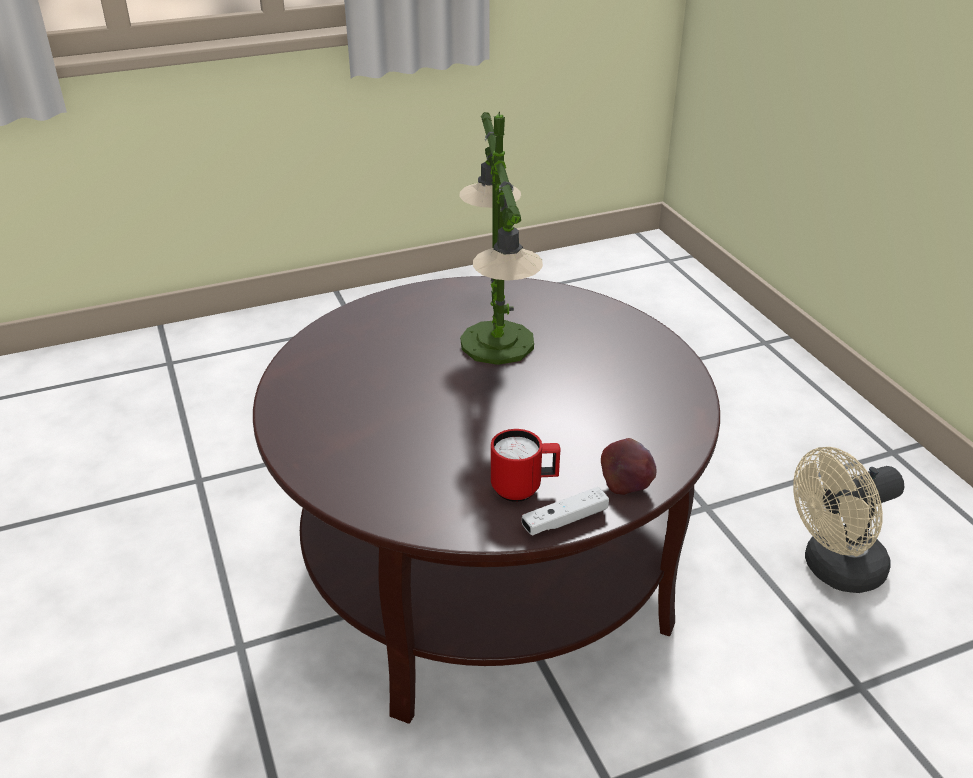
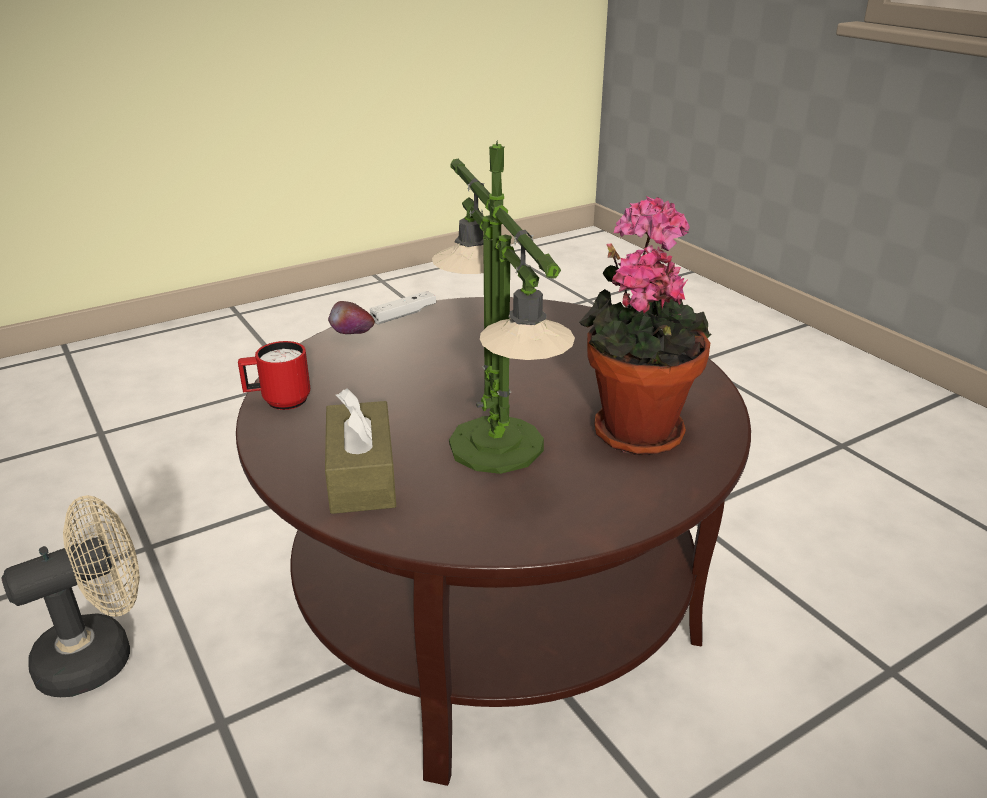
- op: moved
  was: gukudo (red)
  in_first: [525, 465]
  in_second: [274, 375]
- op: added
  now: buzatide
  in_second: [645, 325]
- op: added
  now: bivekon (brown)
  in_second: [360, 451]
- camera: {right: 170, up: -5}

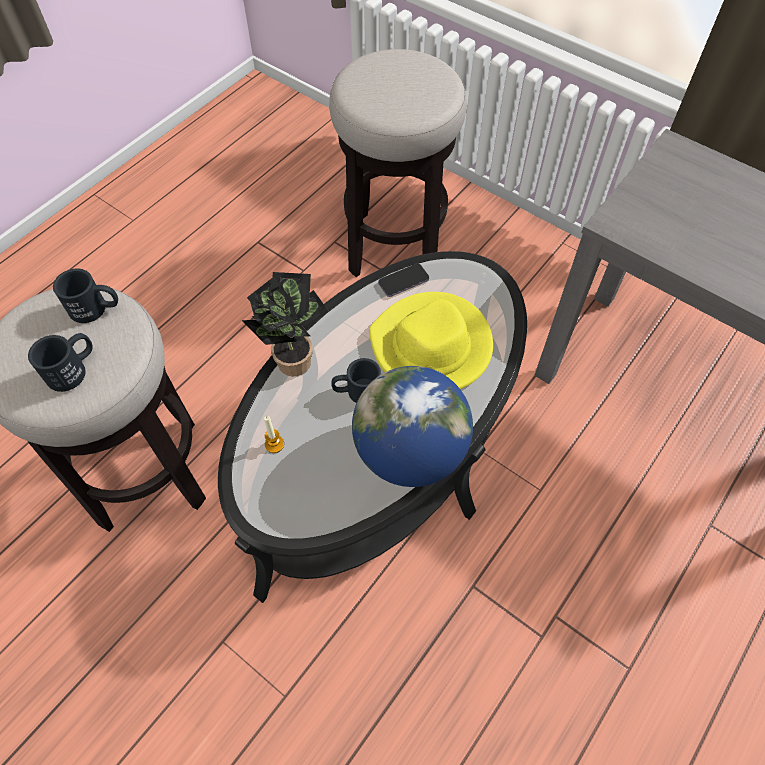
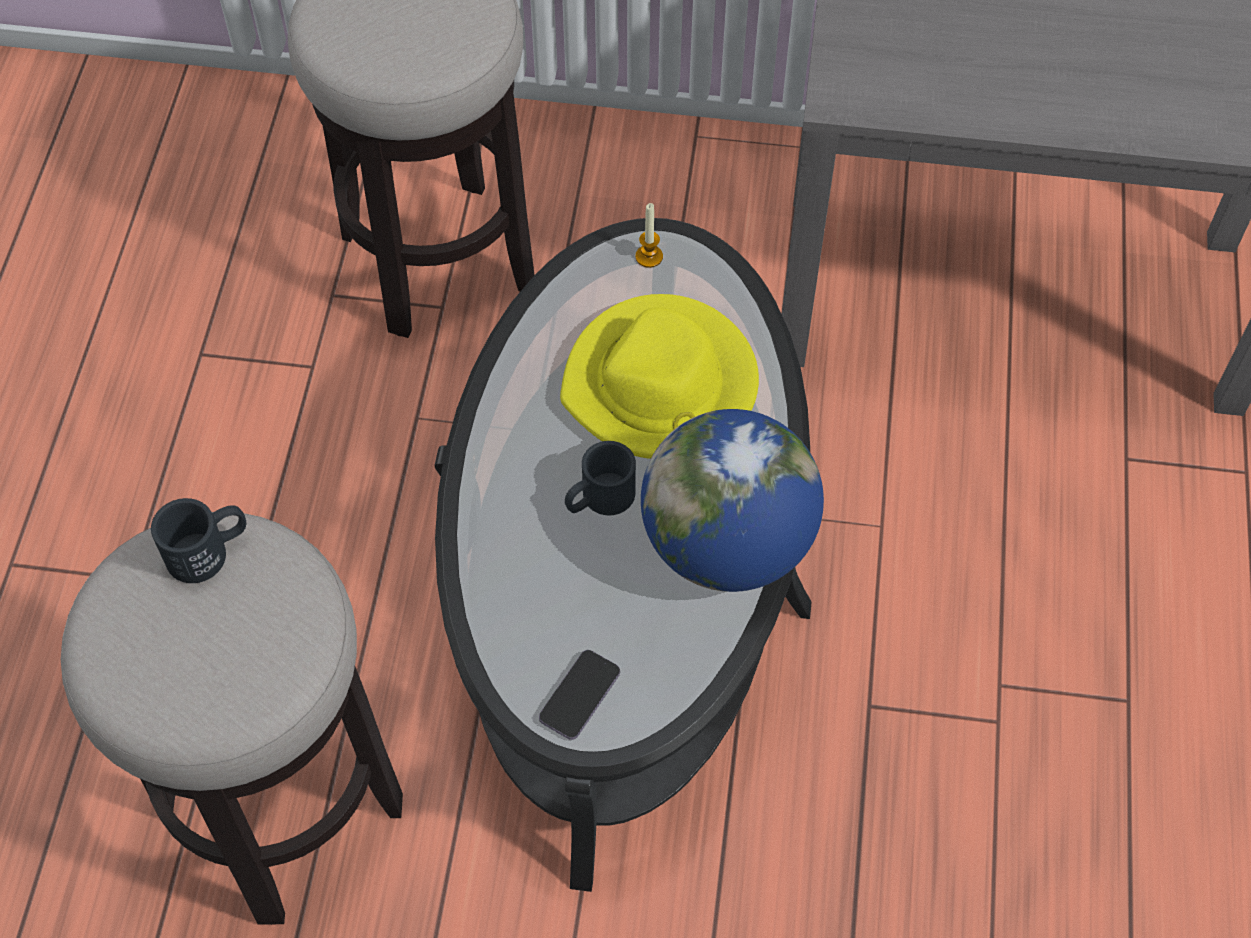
- op: moved
  was: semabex
  in_first: [403, 280]
  in_second: [579, 695]
- op: removed
  was: buzatide
  in_first: [285, 324]
- op: removed
  was: gukudo (black)
  in_first: [60, 362]
- op: moved
  was: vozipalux
  in_first: [274, 434]
  in_second: [649, 235]
- camera: {right: -30, up: 0}

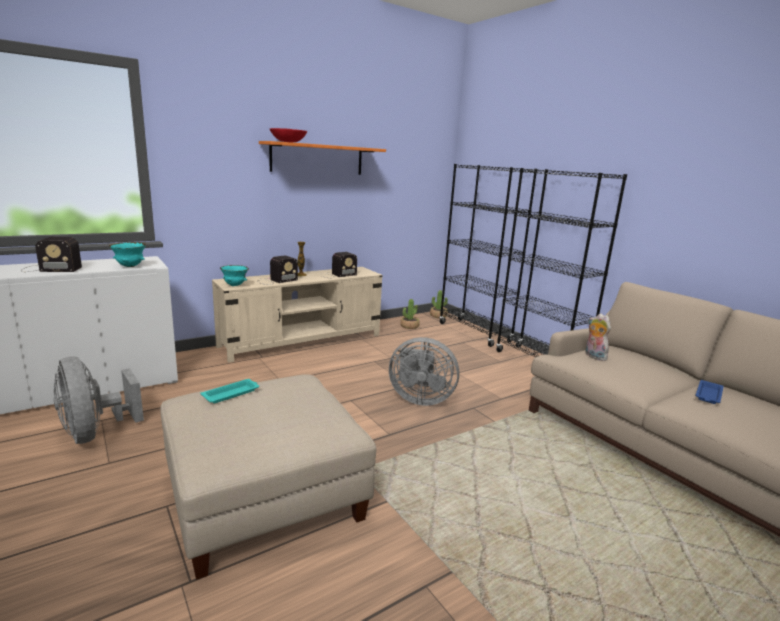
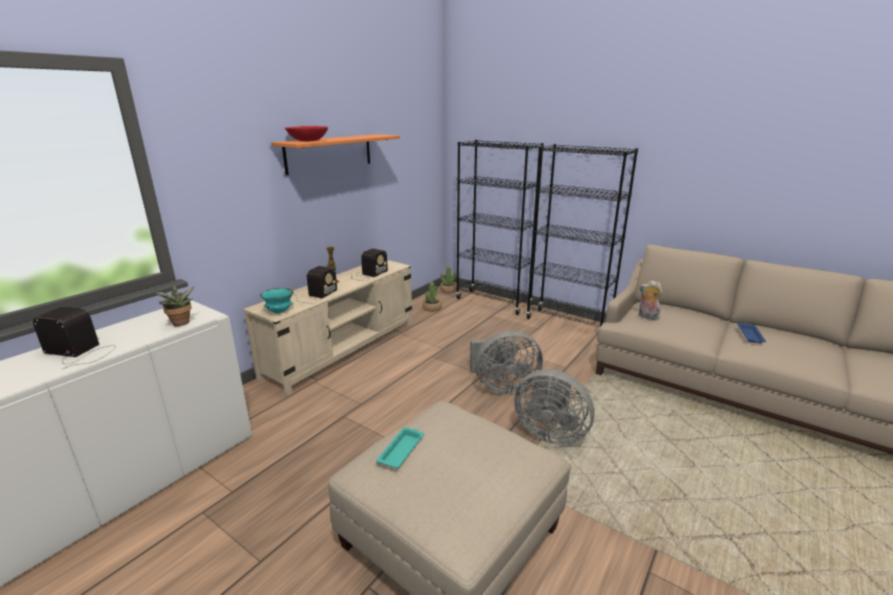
- op: turned
  was: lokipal
  in_first: [51, 254]
  in_second: [74, 338]
  clockwise: -135
- op: replaced
  was: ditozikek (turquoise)
  now: buzatide
  in_first: [127, 254]
  in_second: [174, 305]
- op: moved
  was: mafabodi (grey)
  in_first: [98, 400]
  in_second: [554, 407]
- camera: {right: -20, up: 5}

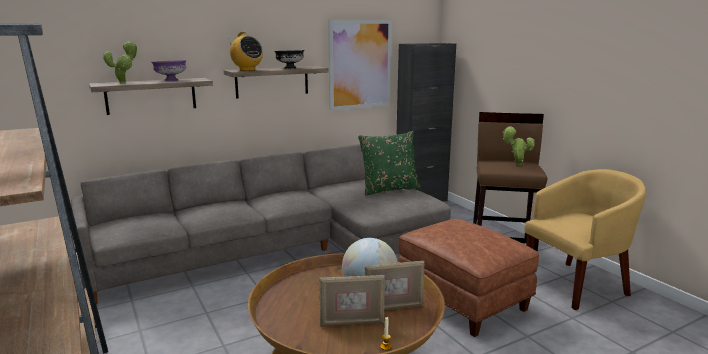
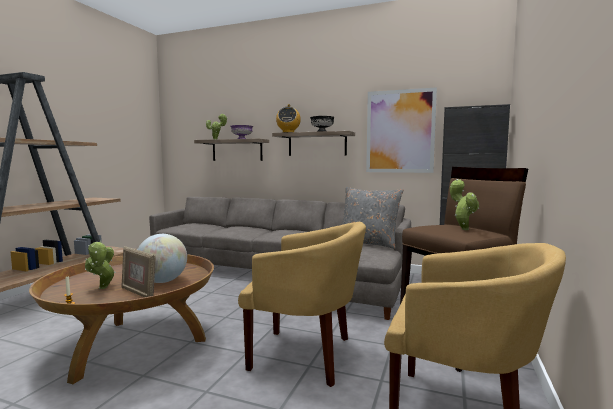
- op: recoloured
  was: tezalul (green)
  now: tezalul (grey)
  in_first: [389, 163]
  in_second: [372, 218]
- op: replaced
  was: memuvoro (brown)
  now: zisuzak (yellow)
  in_first: [468, 278]
  in_second: [302, 304]
- op: replaced
  was: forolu
  now: buzatide
  in_first: [352, 301]
  in_second: [100, 265]
- camera: {right: 50, up: -10}

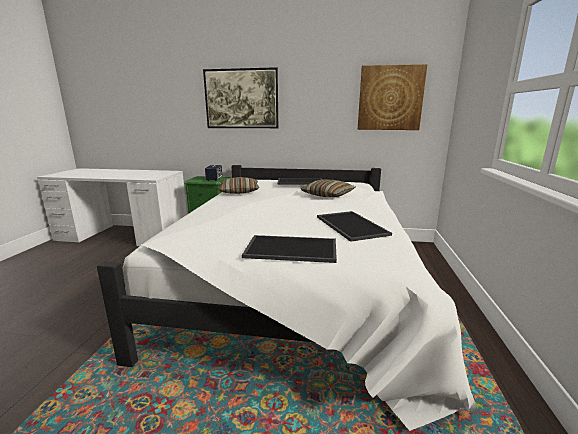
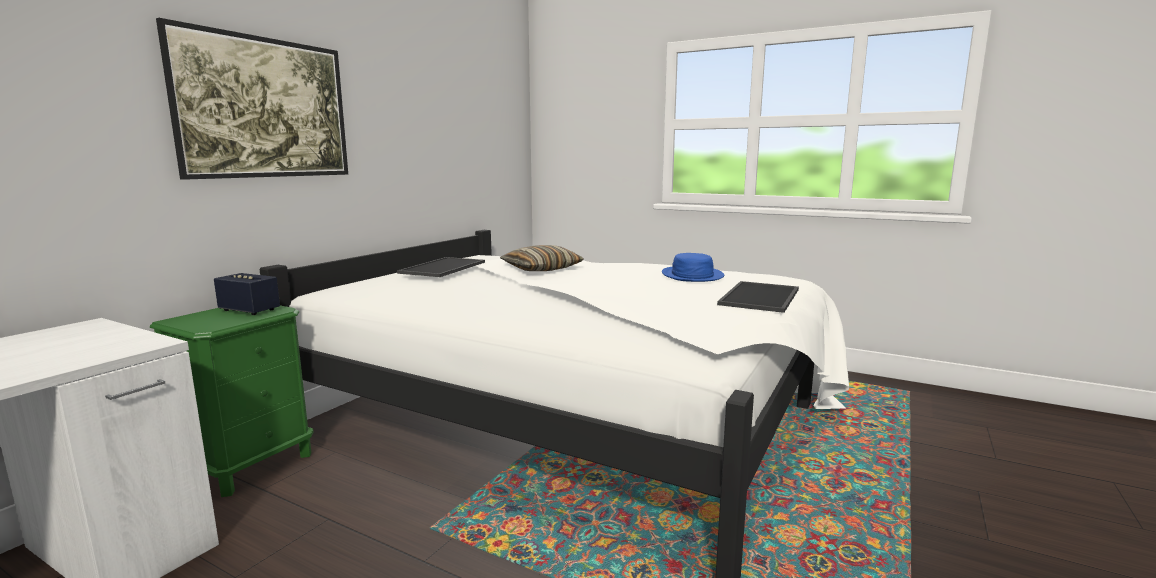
- op: removed
  was: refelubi
  in_first: [393, 97]
- op: removed
  was: tezalul
  in_first: [238, 185]
- op: replaced
  was: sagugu
  now: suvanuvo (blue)
  in_first: [354, 226]
  in_second: [693, 267]
- camera: {right: -70, up: -5}

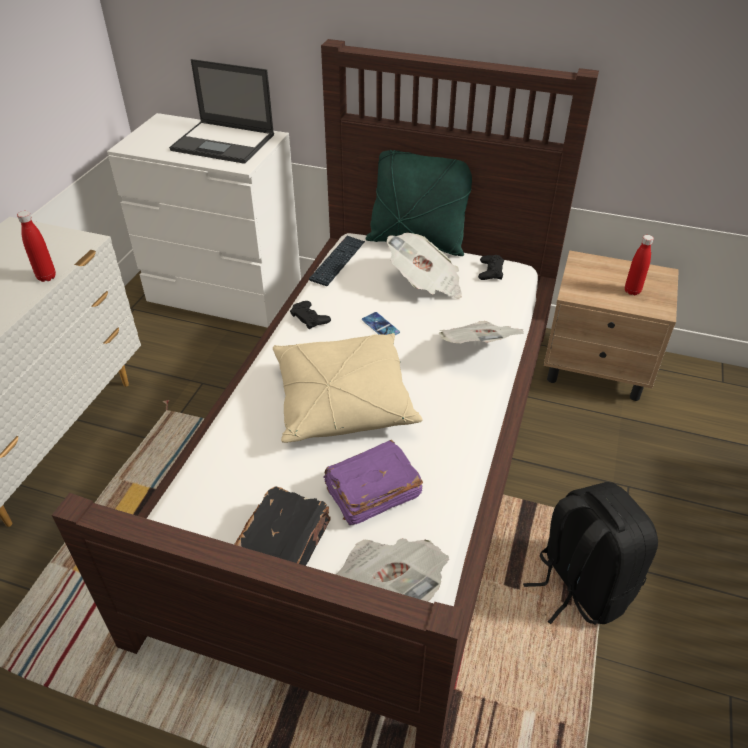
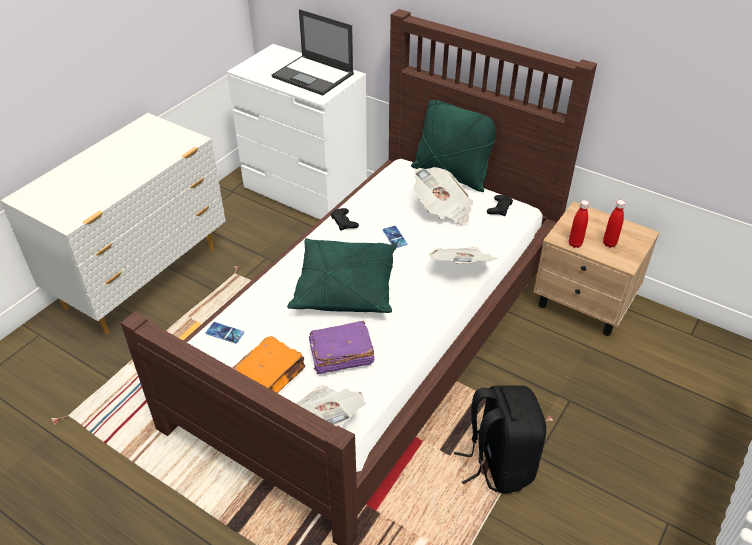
- op: moved
  was: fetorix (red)
  in_first: [36, 246]
  in_second: [579, 224]
- op: removed
  was: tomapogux
  in_first: [337, 260]
- op: recoloured
  was: tezalul (beige)
  now: tezalul (green)
  in_first: [347, 388]
  in_second: [342, 275]
- op: recoloured
  was: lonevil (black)
  now: lonevil (orange)
  in_first: [282, 526]
  in_second: [269, 364]
- op: added
  now: semabex
  in_second: [225, 333]
- camera: {right: 15, up: 0}

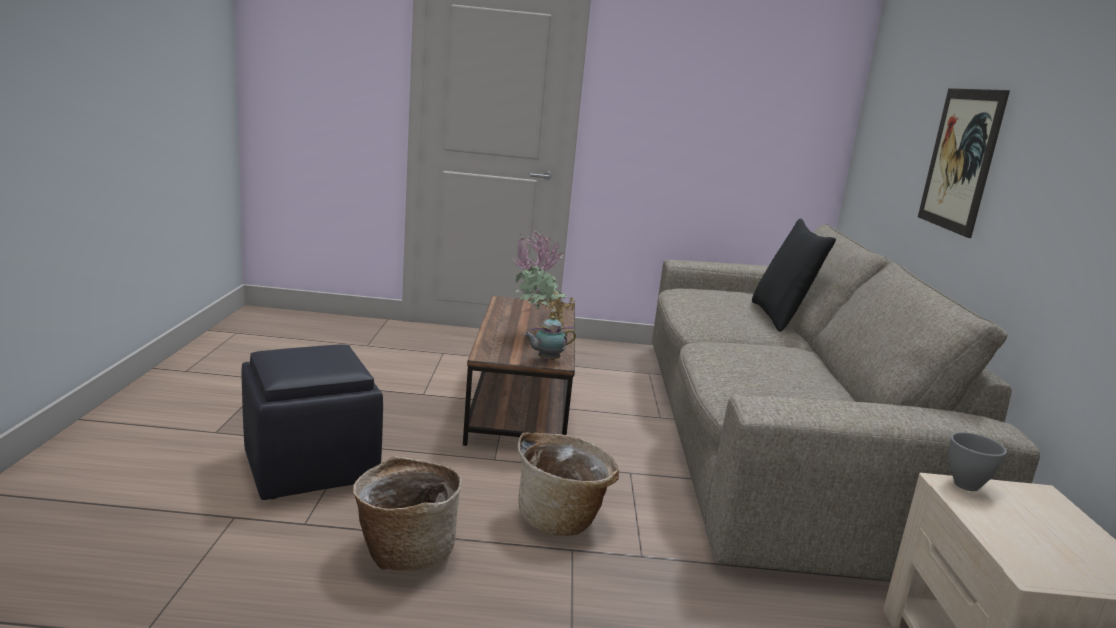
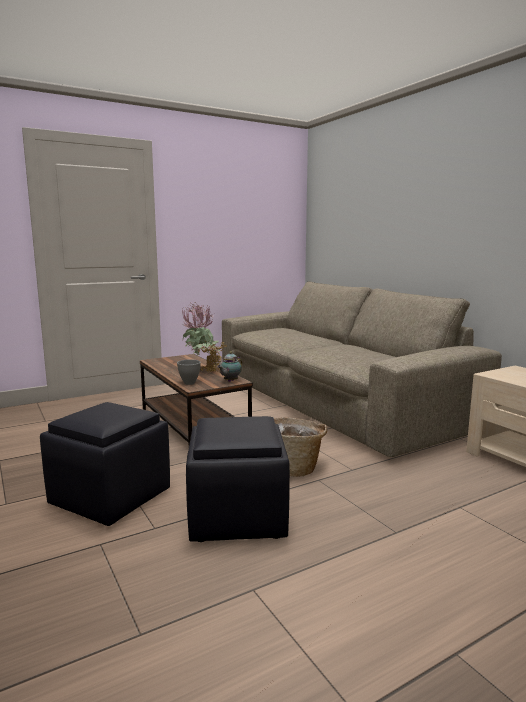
- op: removed
  was: refelubi
  in_first: [964, 163]
- op: removed
  was: tezalul (black)
  in_first: [794, 275]
- op: moved
  was: ditozikek (grey)
  in_first: [978, 461]
  in_second: [189, 372]
- op: replaced
  was: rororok
  now: memuvoro (black)
  in_first: [407, 513]
  in_second: [238, 479]
- camera: {right: -30, up: -5}

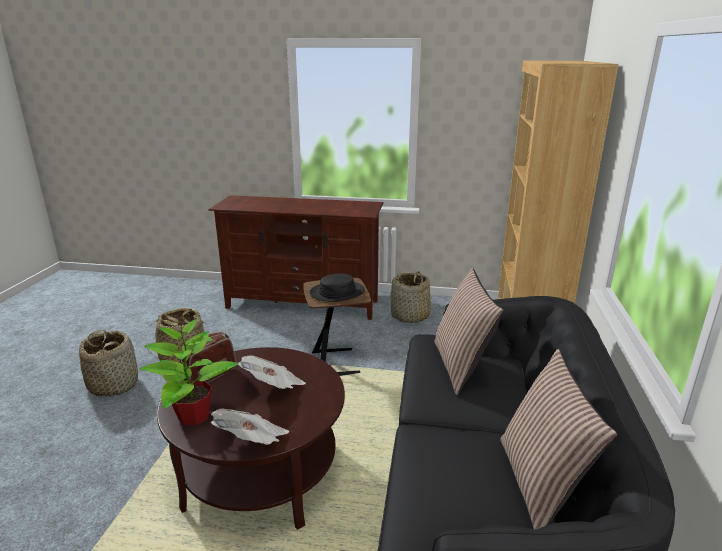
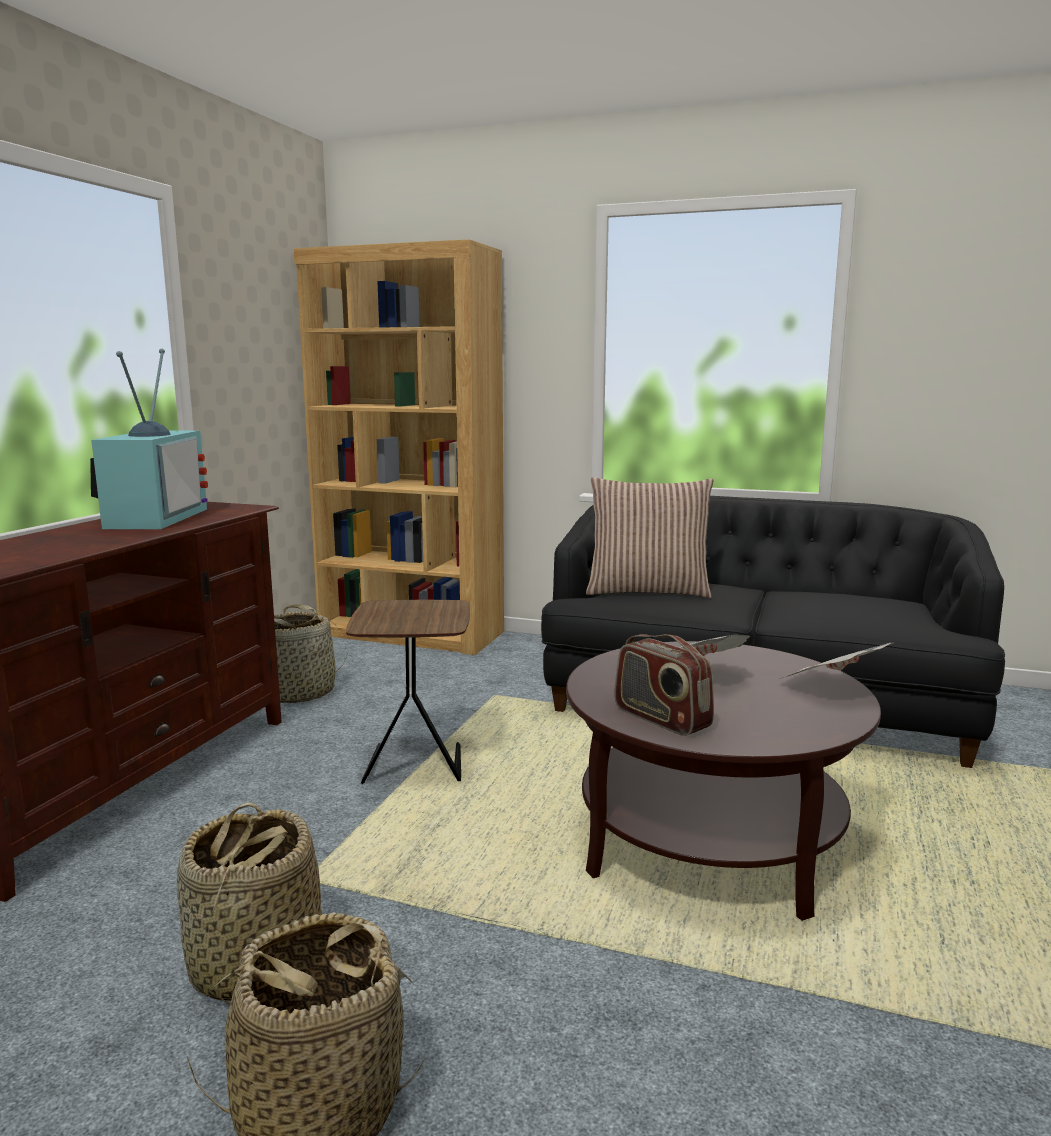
- op: removed
  was: suvanuvo (black)
  in_first: [337, 287]
- op: removed
  was: buzatide
  in_first: [189, 372]
- op: removed
  was: tezalul
  in_first: [559, 439]
- op: added
  now: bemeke
  in_second: [149, 439]
- camera: {right: -80, up: -10}

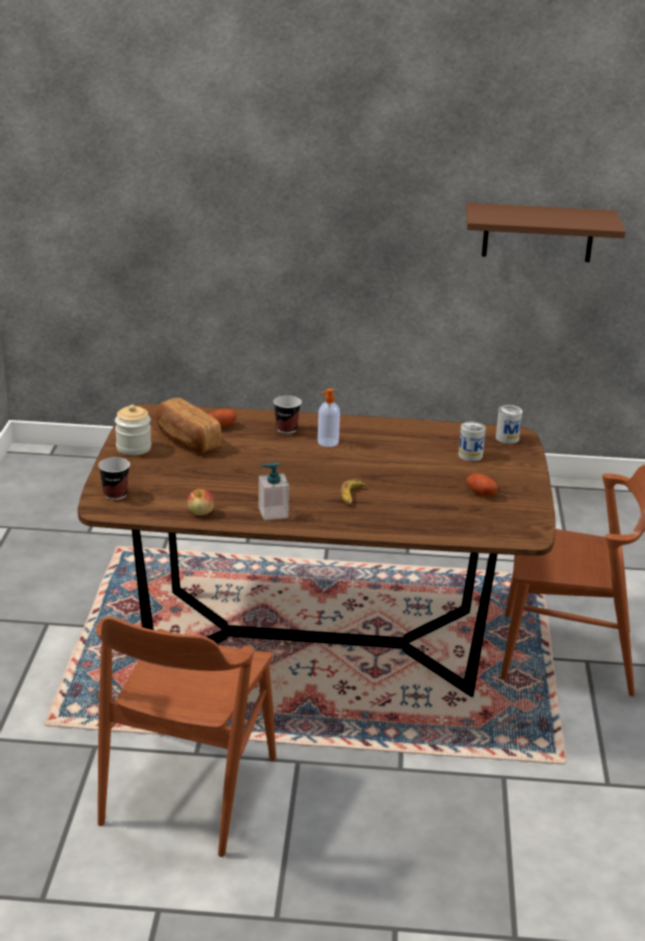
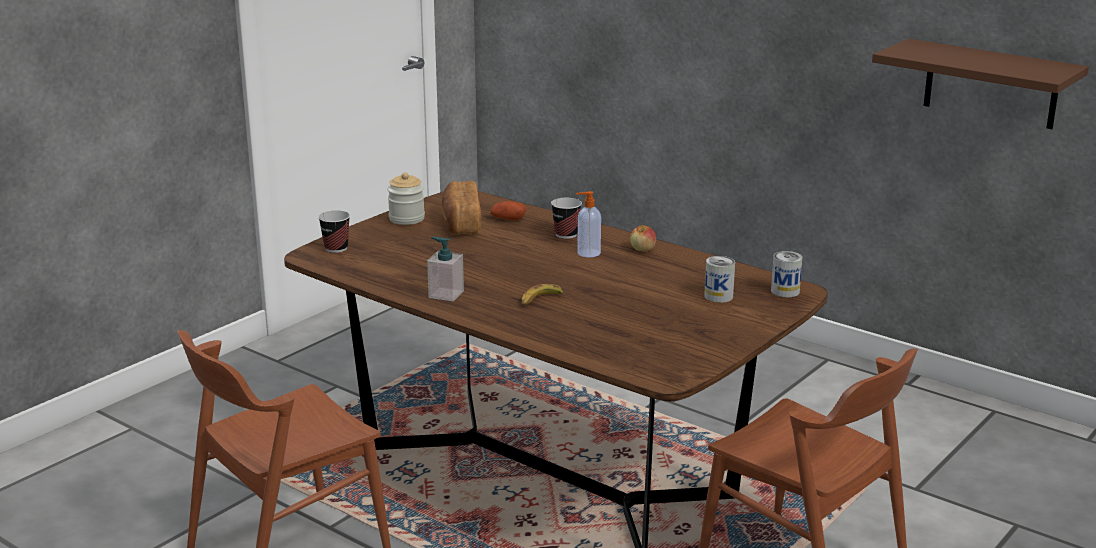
- op: removed
  was: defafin
  in_first: [482, 485]
- op: moved
  was: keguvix
  in_first: [201, 502]
  in_second: [643, 238]
- camera: {right: 35, up: -5}

